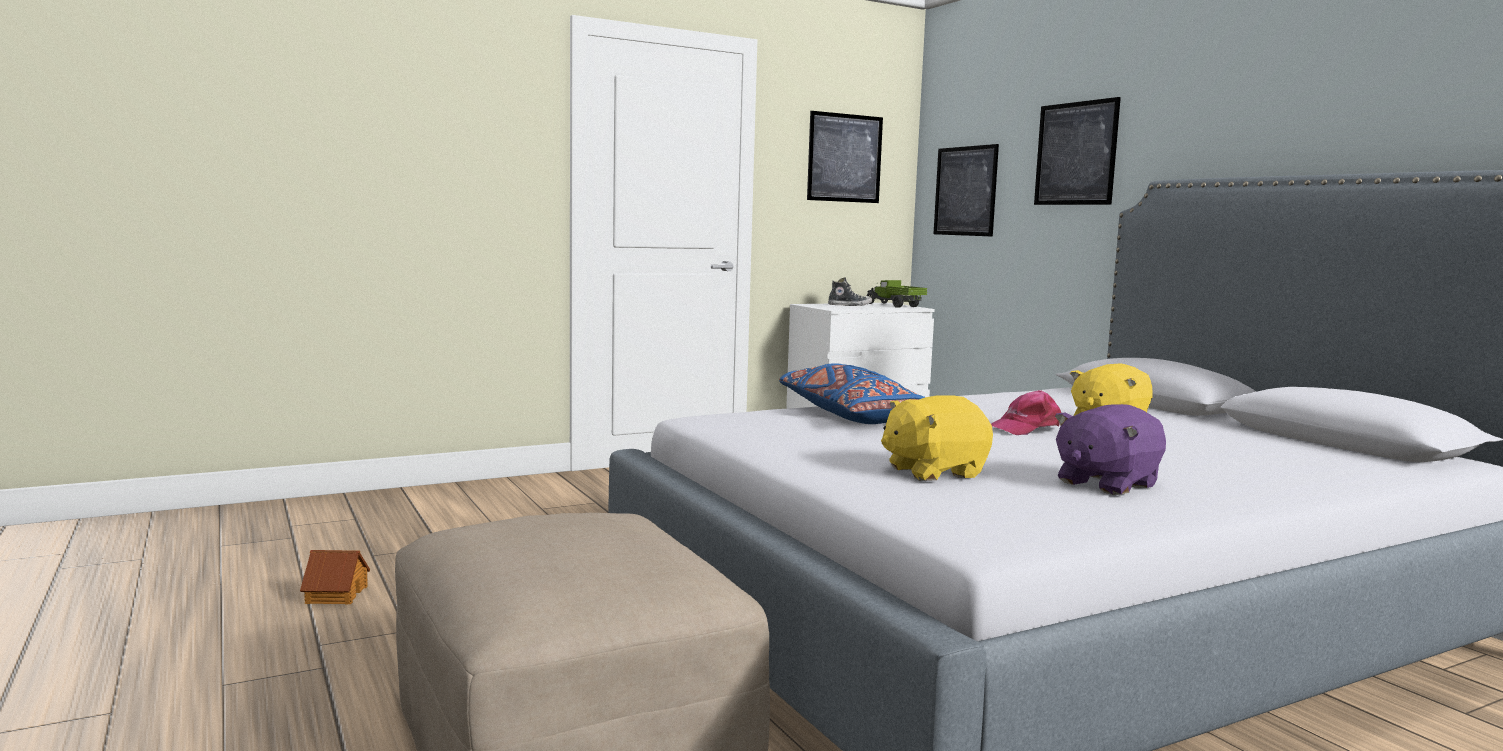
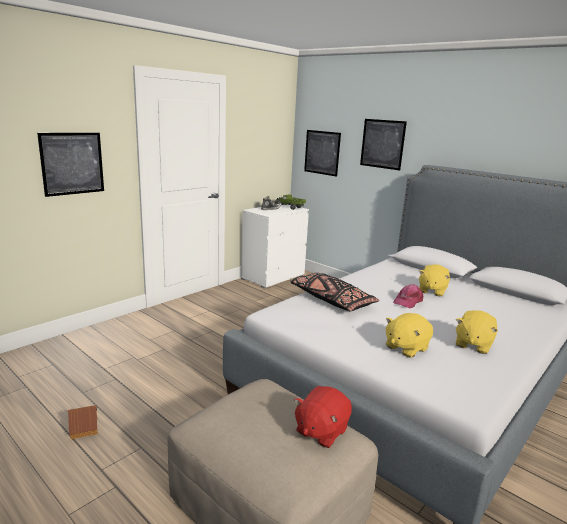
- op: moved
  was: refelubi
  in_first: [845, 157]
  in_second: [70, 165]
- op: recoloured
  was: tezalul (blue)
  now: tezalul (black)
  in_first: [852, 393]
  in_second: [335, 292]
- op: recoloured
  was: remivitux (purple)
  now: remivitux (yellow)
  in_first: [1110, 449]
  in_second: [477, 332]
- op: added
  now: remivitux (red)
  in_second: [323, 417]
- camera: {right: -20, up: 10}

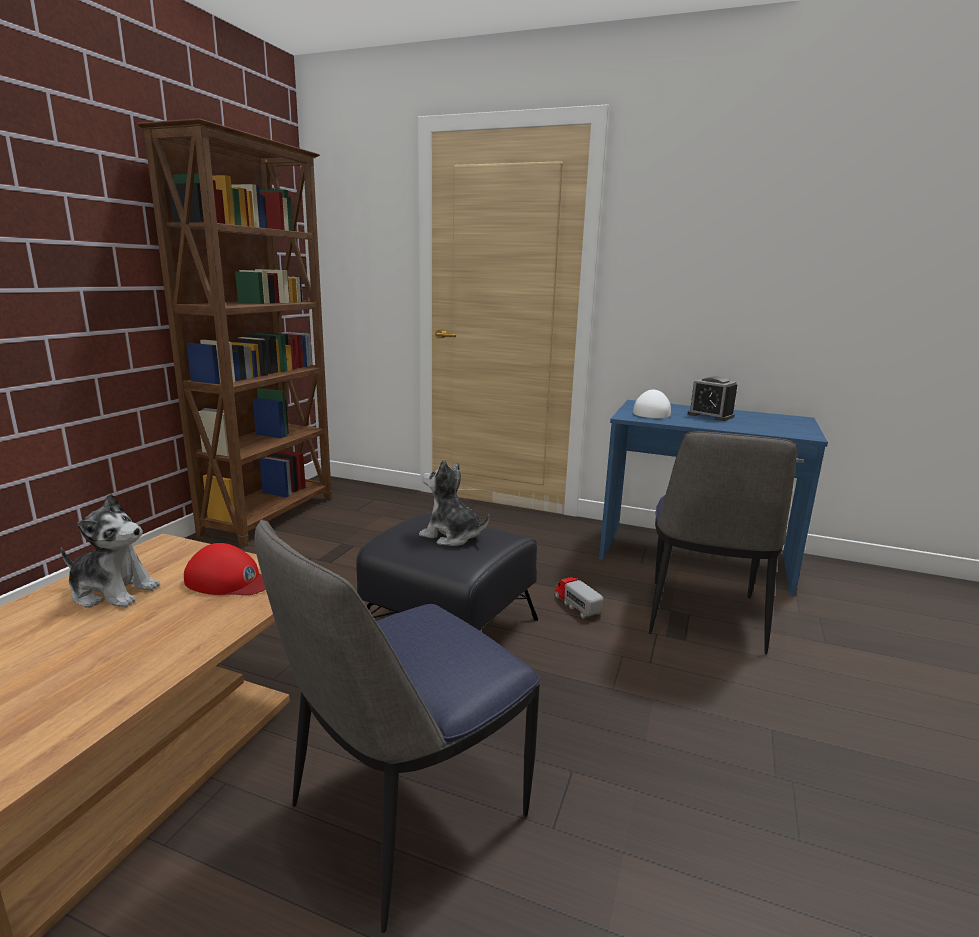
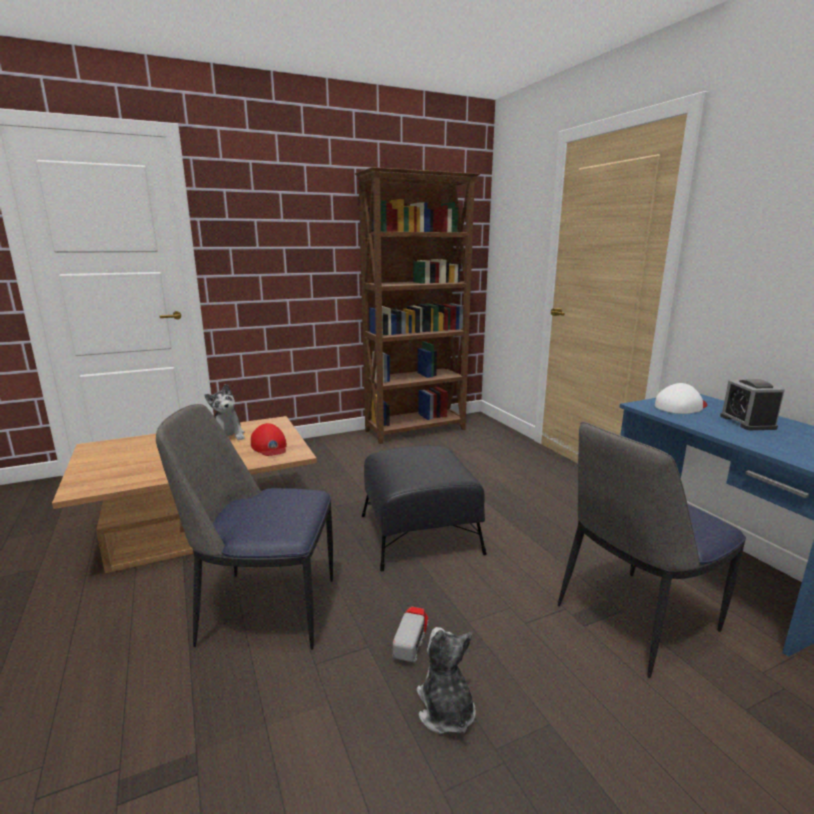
- op: moved
  was: remivitux
  in_first: [454, 502]
  in_second: [446, 680]
- op: moved
  was: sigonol
  in_first: [579, 598]
  in_second: [410, 635]
- camera: {right: 45, up: 0}

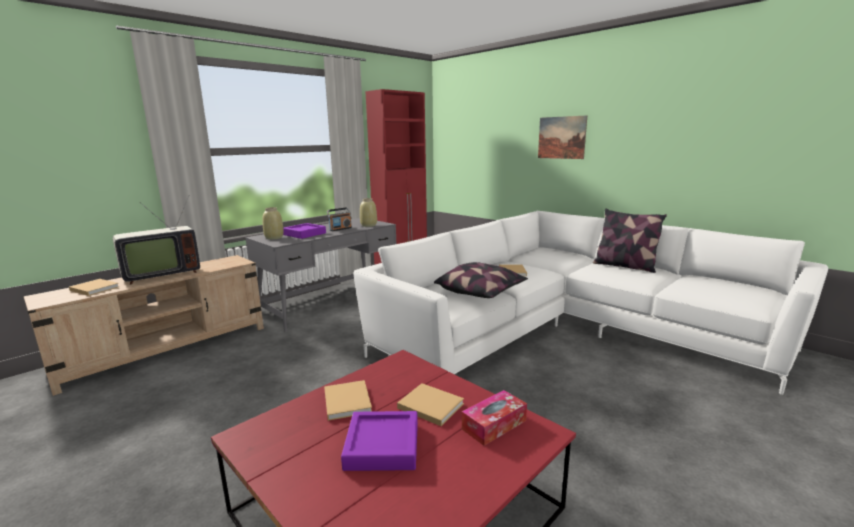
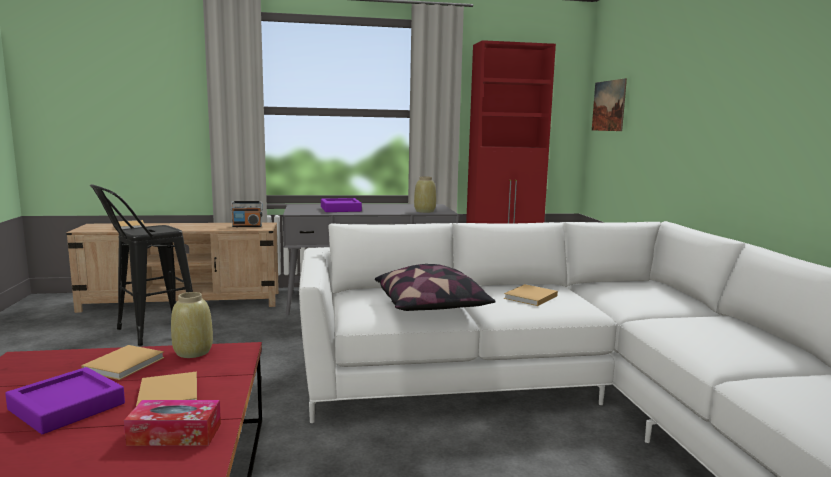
- op: moved
  was: refelubi
  in_first: [562, 137]
  in_second: [609, 104]
- op: removed
  was: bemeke
  in_first: [156, 240]
- op: moved
  was: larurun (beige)
  in_first: [273, 223]
  in_second: [192, 325]
- op: moved
  was: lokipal
  in_first: [339, 219]
  in_second: [246, 214]
- op: removed
  was: tezalul
  in_first: [630, 241]
- op: added
  now: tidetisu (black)
  in_second: [141, 265]
- camera: {right: 35, up: -5}

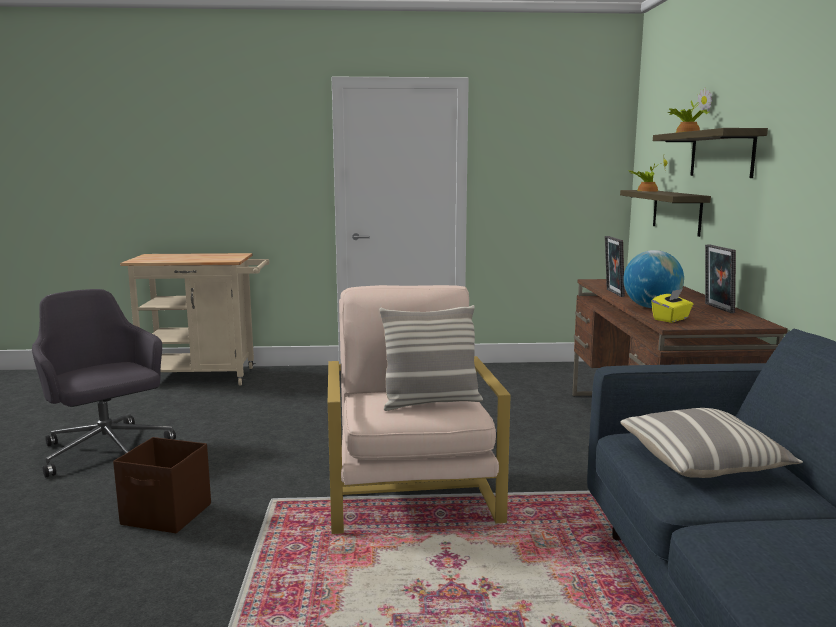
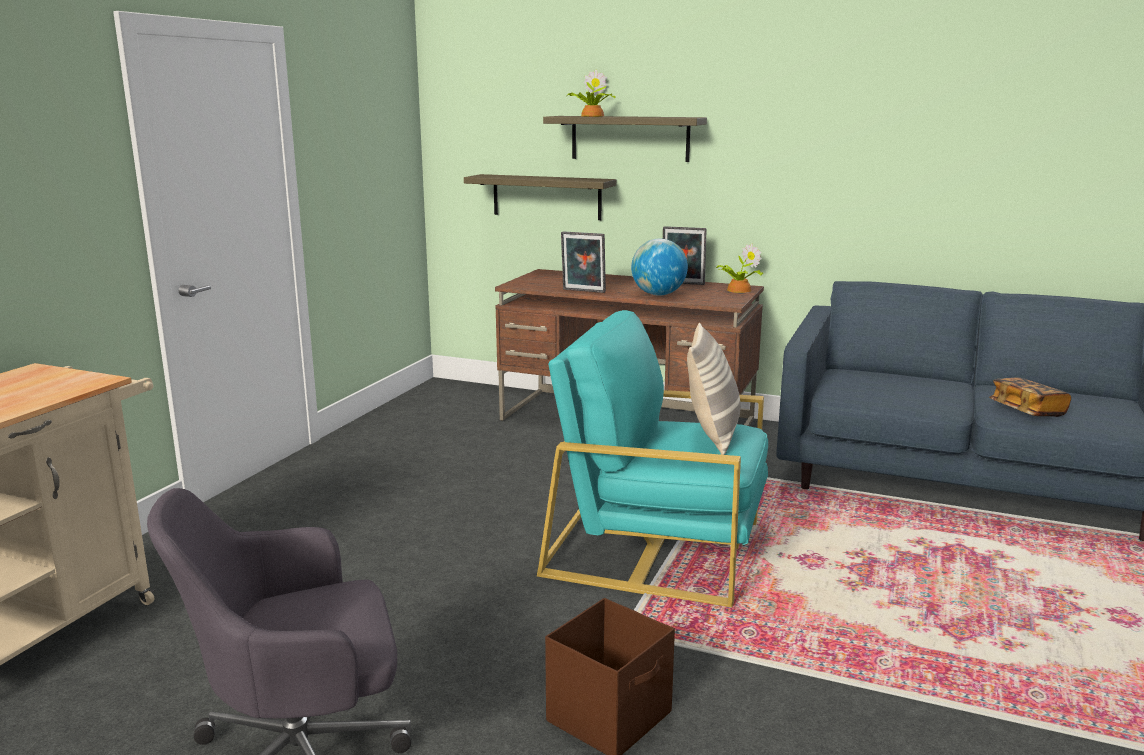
- op: moved
  was: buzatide
  in_first: [648, 174]
  in_second: [739, 268]
- op: recoloured
  was: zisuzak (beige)
  now: zisuzak (turquoise)
  in_first: [419, 409]
  in_second: [652, 458]
- op: removed
  was: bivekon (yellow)
  in_first: [672, 306]
- op: removed
  was: tezalul
  in_first: [711, 443]
- op: added
  now: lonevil
  in_second: [1030, 397]
- camera: {right: -65, up: 5}

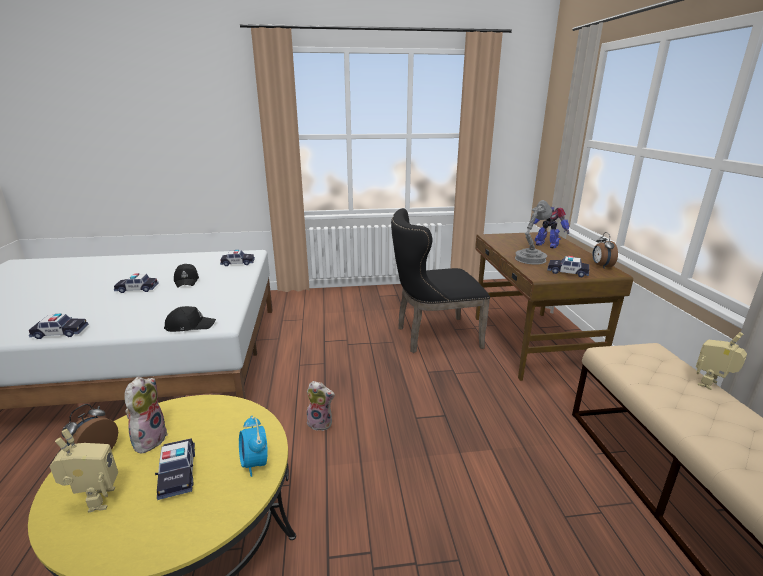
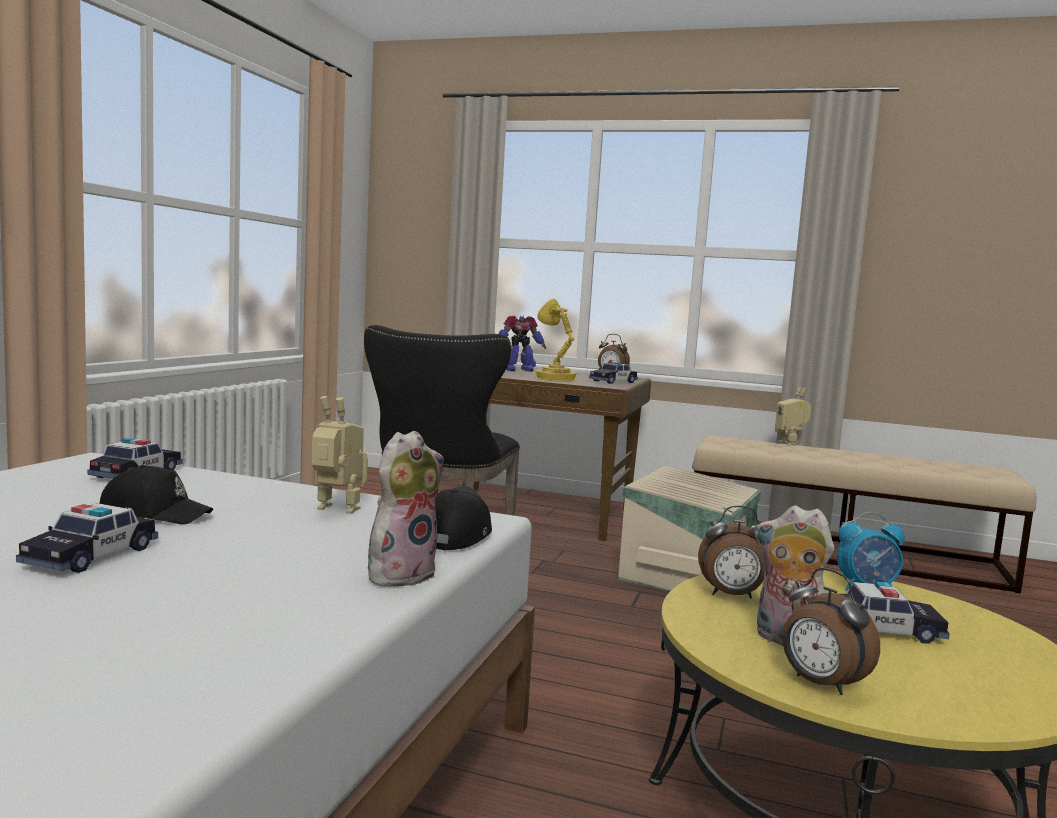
- op: recoloured
  was: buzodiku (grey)
  now: buzodiku (yellow)
  in_first: [533, 232]
  in_second: [556, 340]
- op: removed
  was: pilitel
  in_first: [58, 326]
- op: moved
  was: remivitux
  in_first: [321, 406]
  in_second: [406, 509]
- op: moved
  was: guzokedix
  in_first: [84, 470]
  in_second: [340, 455]
- op: added
  now: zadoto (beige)
  in_second: [689, 528]
- op: added
  now: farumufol
  in_second: [731, 551]
- camera: {right: -65, up: -15}

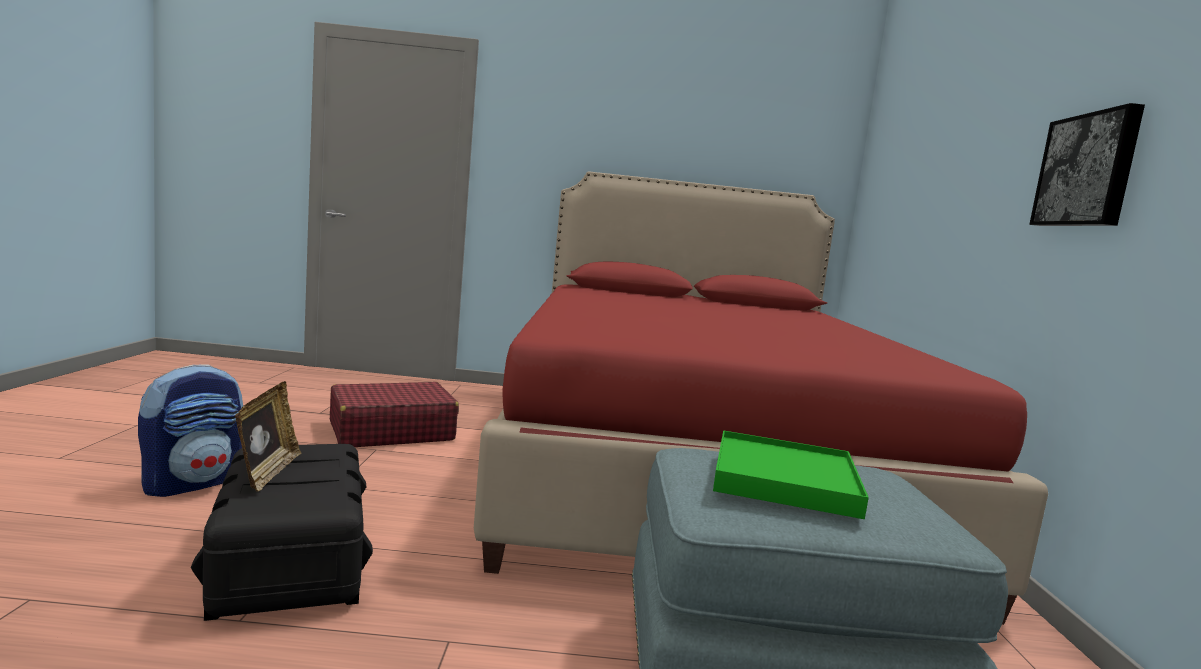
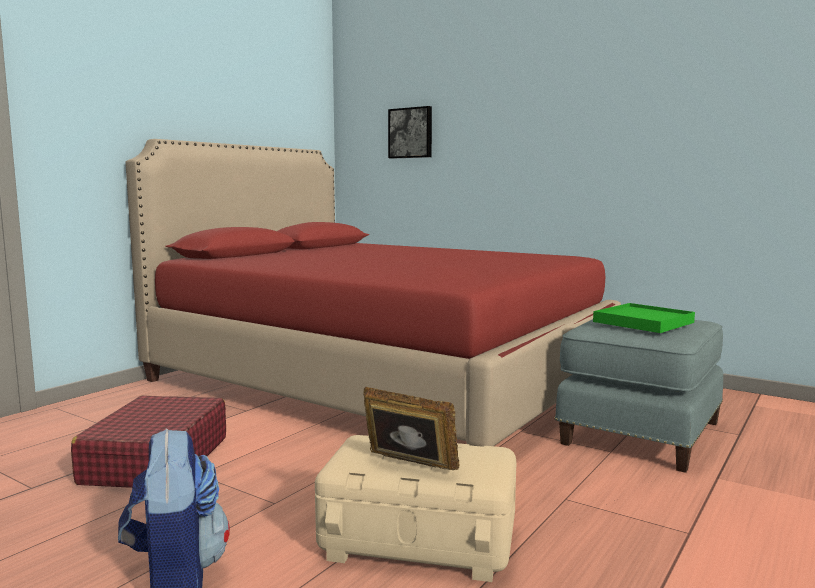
- op: moved
  was: refelubi
  in_first: [1087, 164]
  in_second: [410, 132]
- op: recoloured
  was: zadoto (black)
  now: zadoto (beige)
  in_first: [282, 532]
  in_second: [415, 508]
- camera: {right: -55, up: 0}

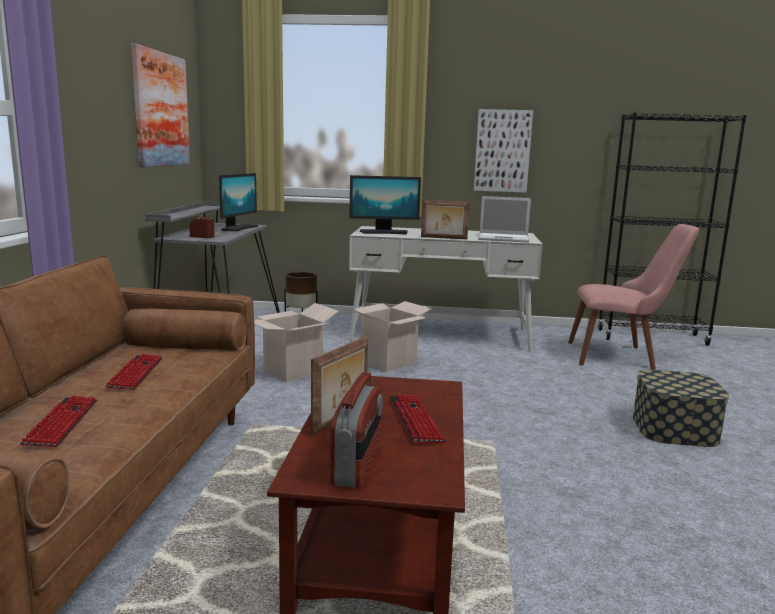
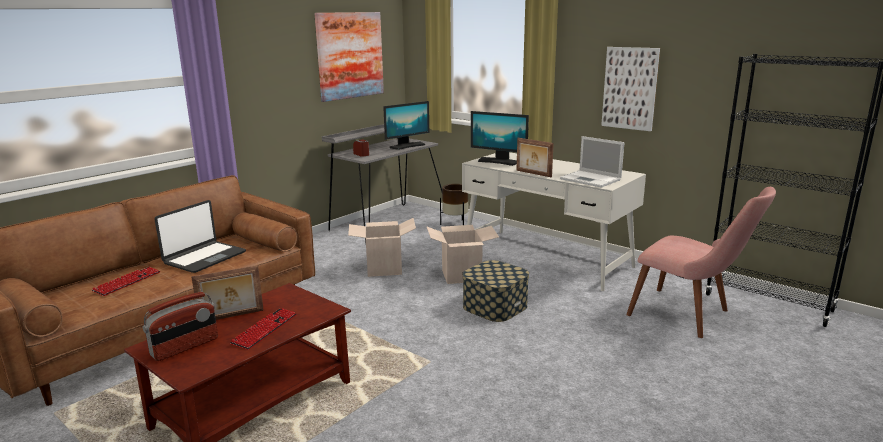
- op: replaced
  was: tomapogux
  now: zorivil
  in_first: [133, 372]
  in_second: [200, 236]
- op: moved
  was: zadoto
  in_first: [681, 408]
  in_second: [495, 291]
- camera: {right: 35, up: 5}

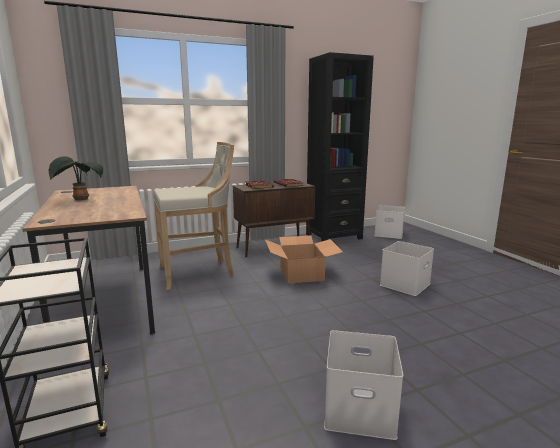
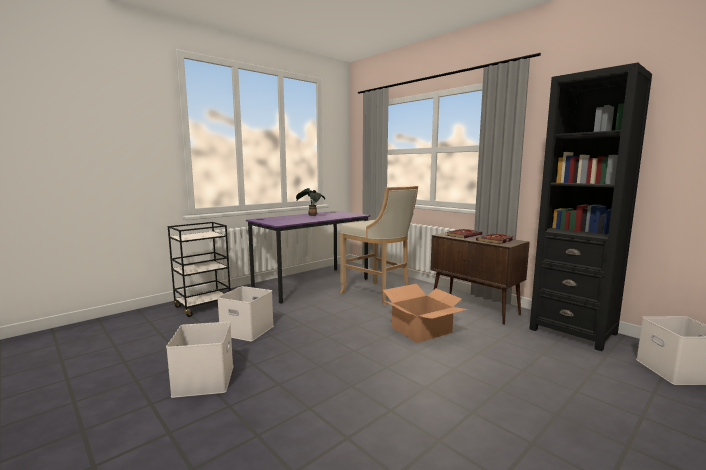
- op: recoloured
  was: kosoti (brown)
  now: kosoti (purple)
  in_first: [88, 260]
  in_second: [308, 257]
- op: moved
  was: zadoto (white)
  in_first: [407, 268]
  in_second: [245, 313]
- camera: {right: 70, up: -5}

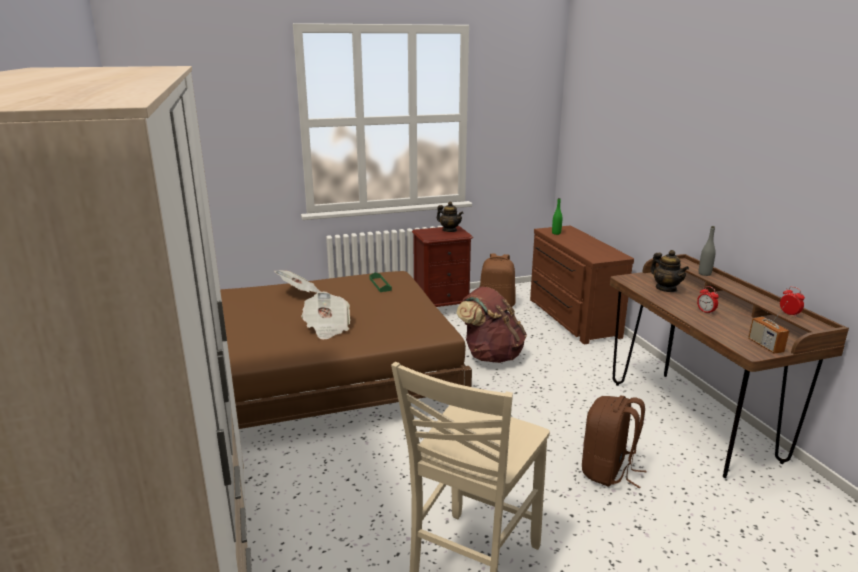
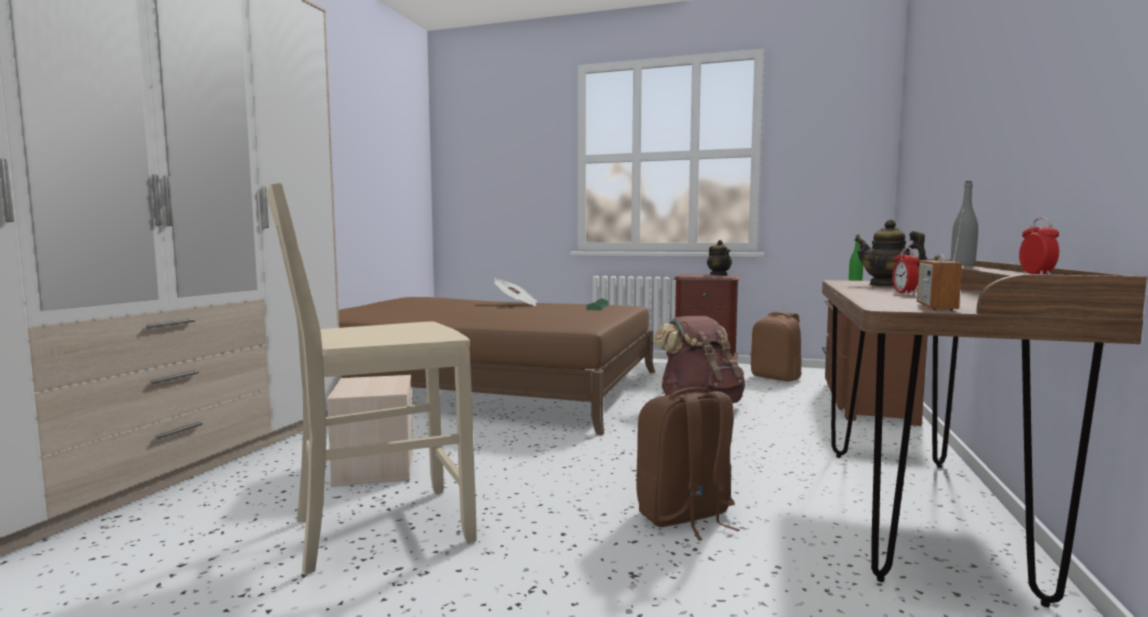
- op: turned
  was: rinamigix
  in_first: [669, 271]
  in_second: [891, 252]
  clockwise: 135
- op: removed
  was: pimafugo
  in_first: [325, 316]
- op: added
  now: zadoto (beige)
  in_second: [370, 431]
- camera: {right: 35, up: -15}

